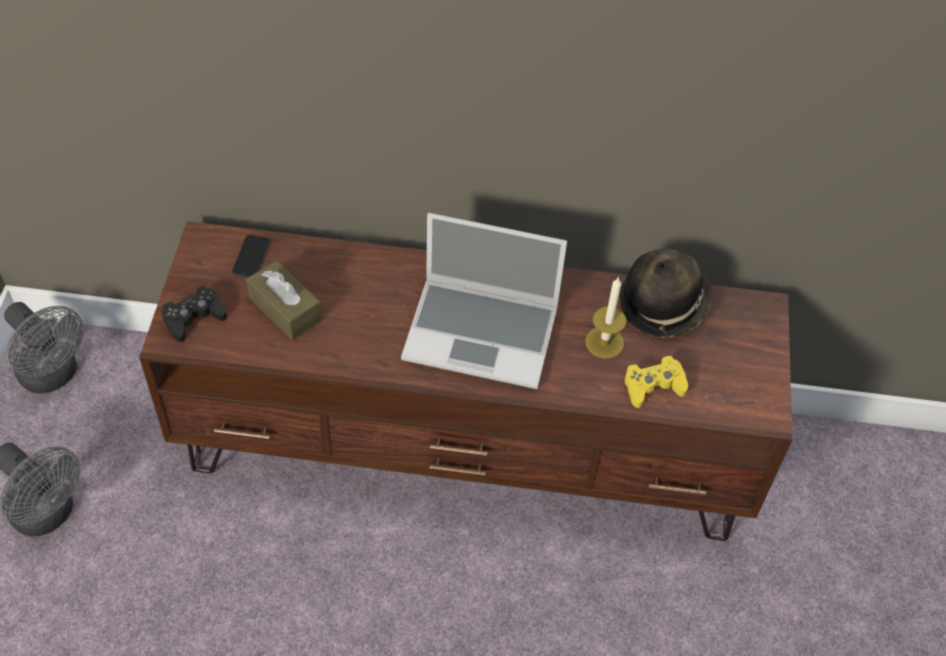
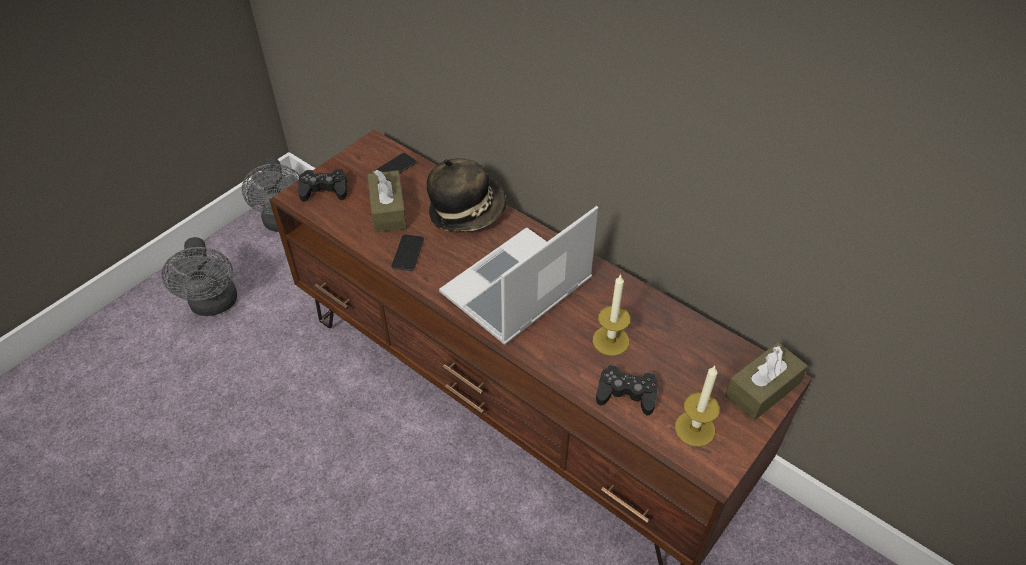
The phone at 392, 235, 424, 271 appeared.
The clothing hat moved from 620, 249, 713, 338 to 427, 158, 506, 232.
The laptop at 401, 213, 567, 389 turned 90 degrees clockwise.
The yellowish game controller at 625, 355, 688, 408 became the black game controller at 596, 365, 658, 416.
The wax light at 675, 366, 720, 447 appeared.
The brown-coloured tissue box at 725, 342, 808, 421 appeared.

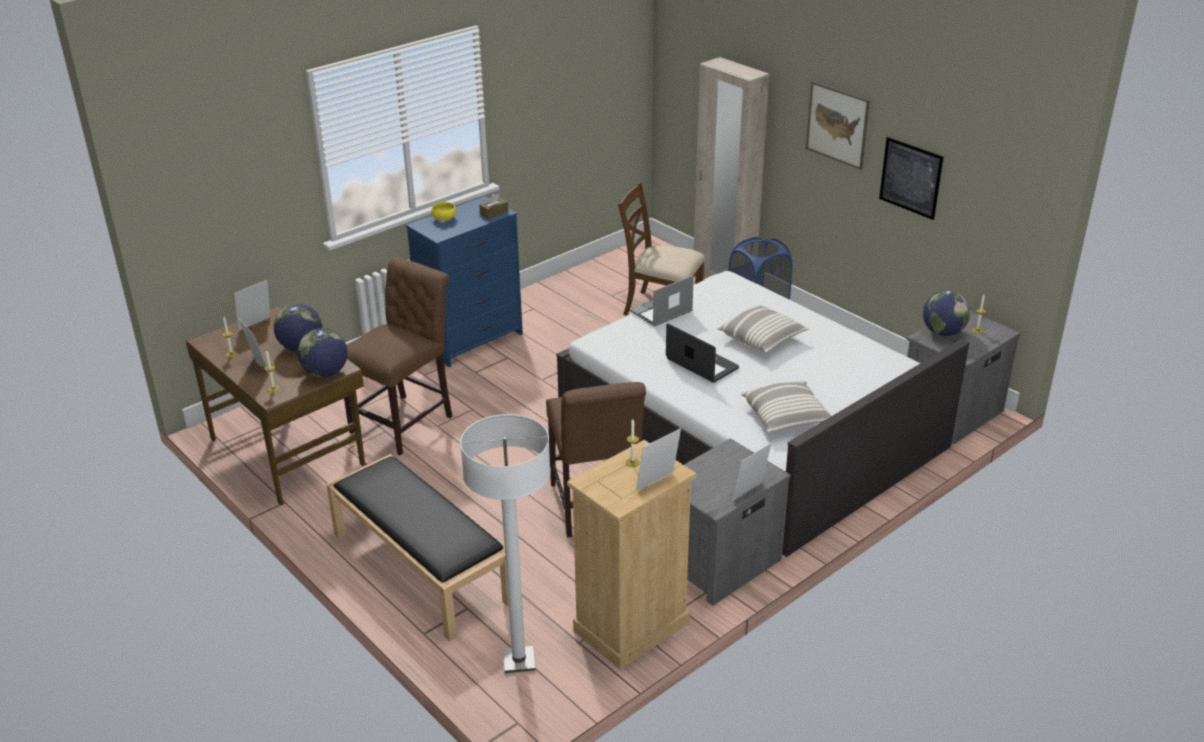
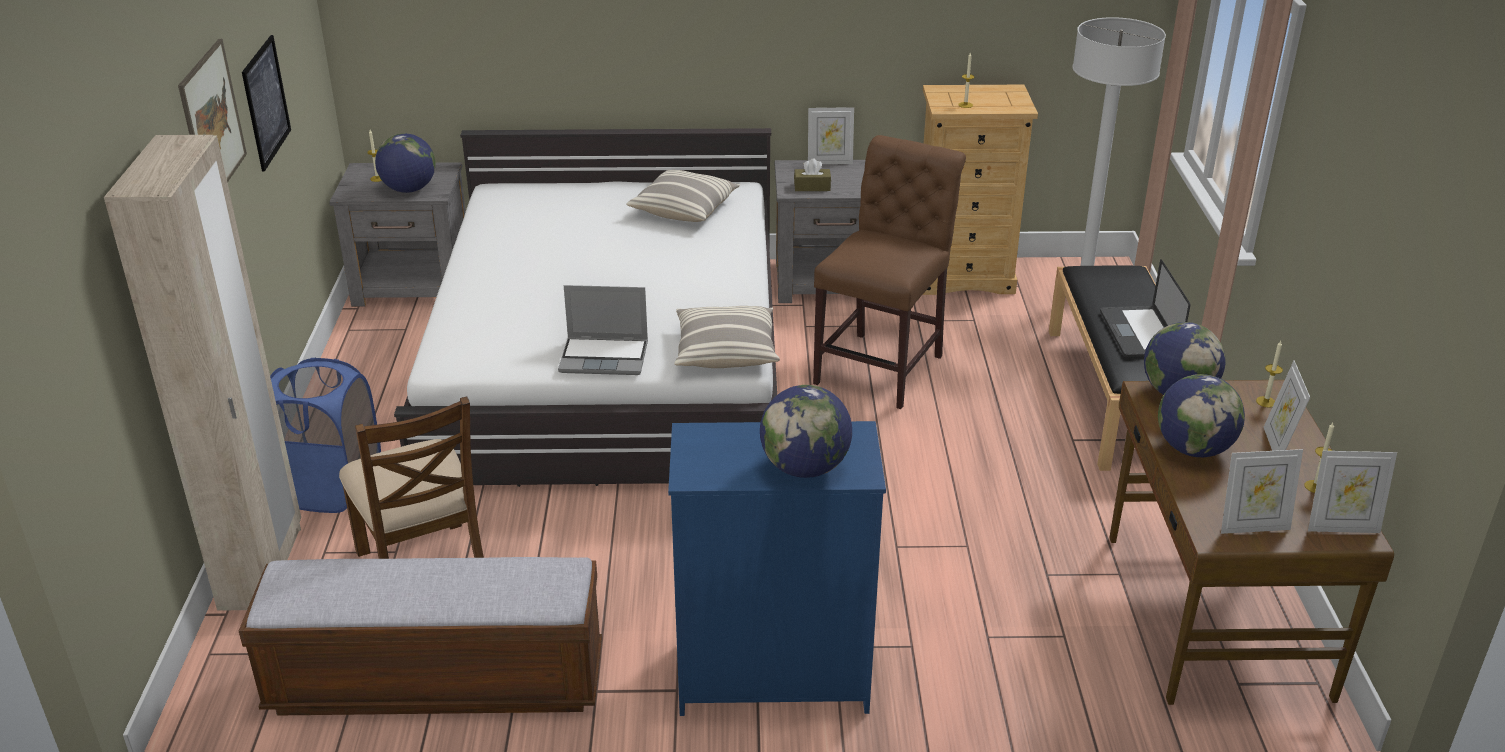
The indoor bench at 239, 557, 602, 716 appeared.
The throw pillow moved from 717, 305, 809, 352 to 674, 306, 780, 368.
The yellowish deep dish at 431, 202, 456, 221 was replaced by the globe at 760, 385, 852, 478.
The brown-coloured tissue box moved from 479, 194, 508, 219 to 794, 159, 831, 191.
The laptop moved from 666, 323, 739, 383 to 1100, 259, 1190, 358.
The photo frame moved from 636, 428, 681, 491 to 1308, 451, 1397, 533.
The brown-coloured chair at 344, 257, 453, 455 disappeared.

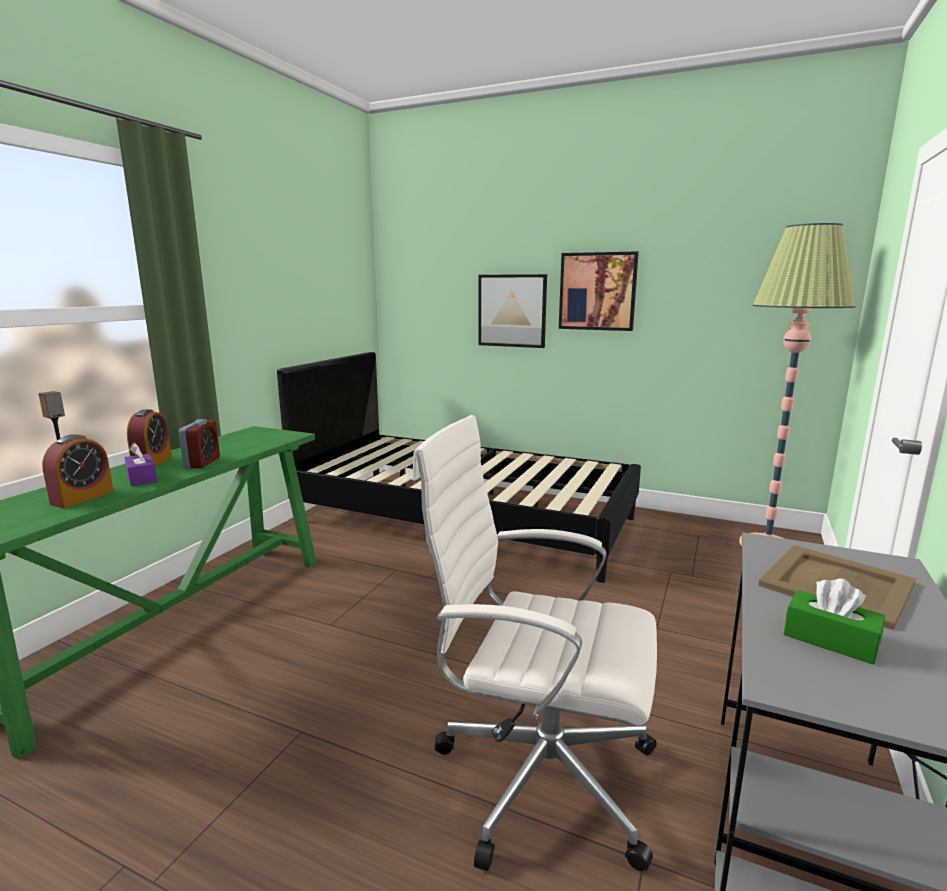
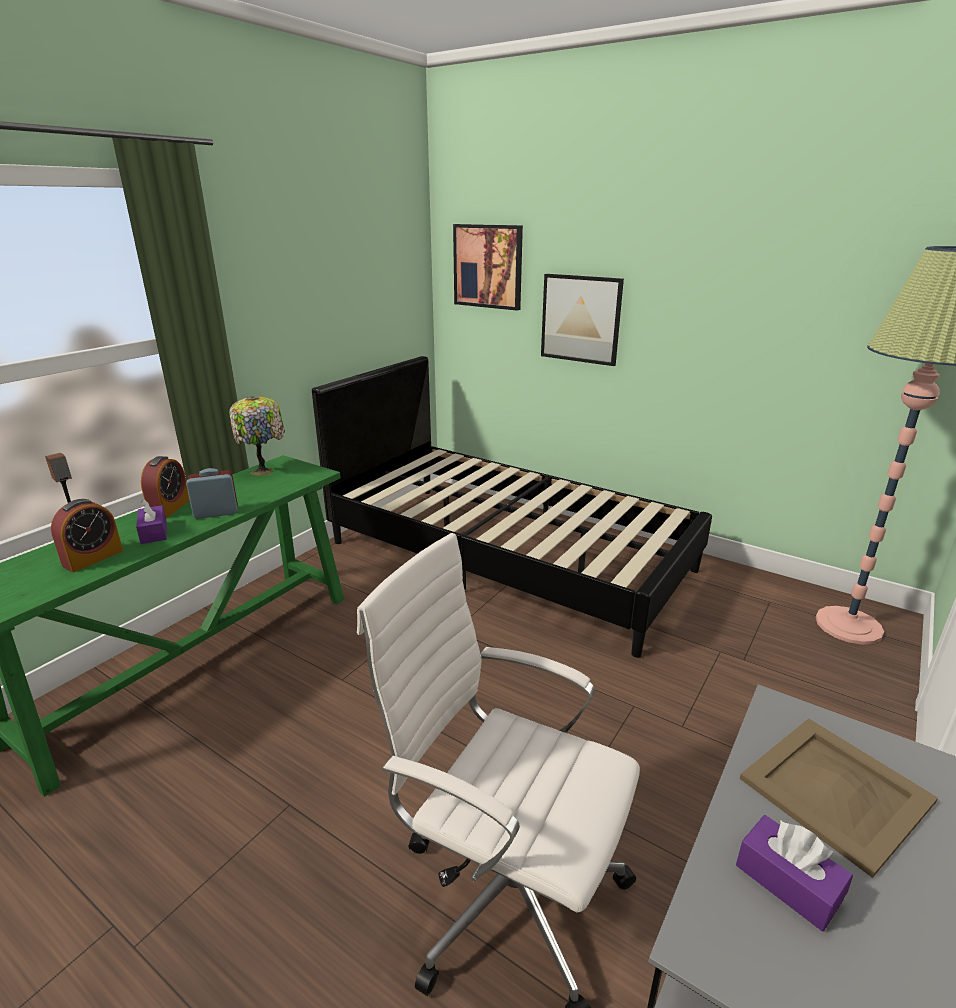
The table clock at 179, 419, 220, 468 turned 120 degrees counterclockwise.
The tabletop lamp at 229, 396, 285, 476 appeared.
The wall picture moved from 559, 251, 639, 331 to 453, 224, 523, 311.
The green-coloured tissue box at 784, 578, 885, 664 became the purple-coloured tissue box at 736, 815, 853, 932.

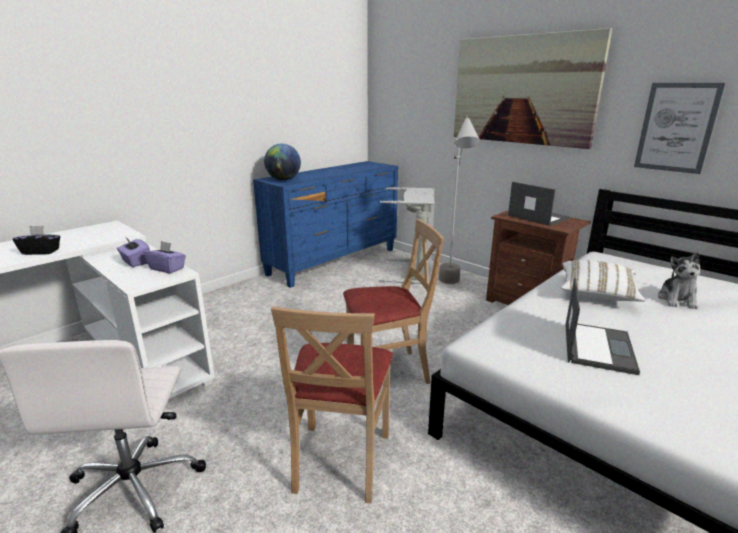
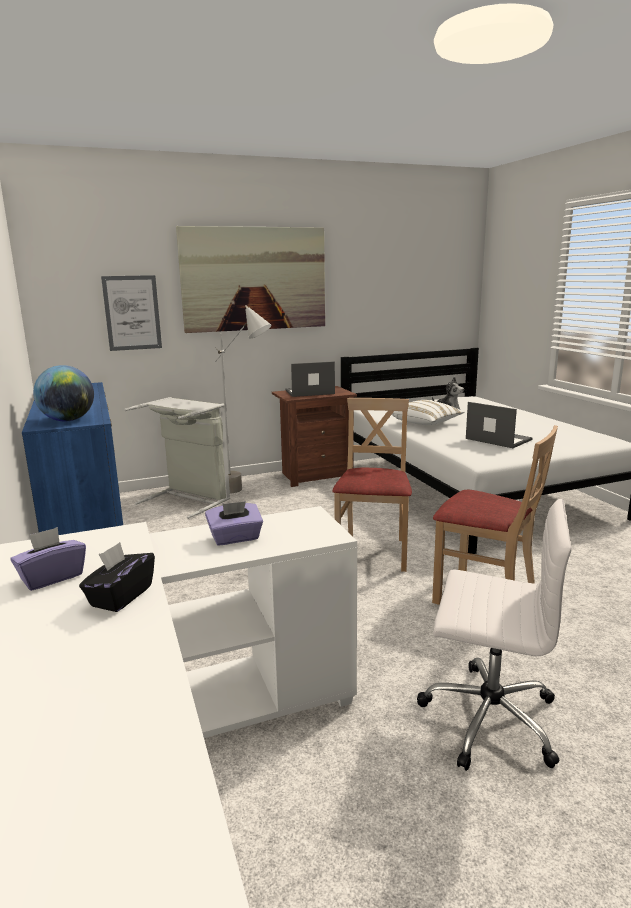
The purple-coloured tissue box moved from 143, 241, 186, 273 to 10, 527, 86, 591.
The wall picture moved from 634, 83, 725, 174 to 101, 275, 162, 351.

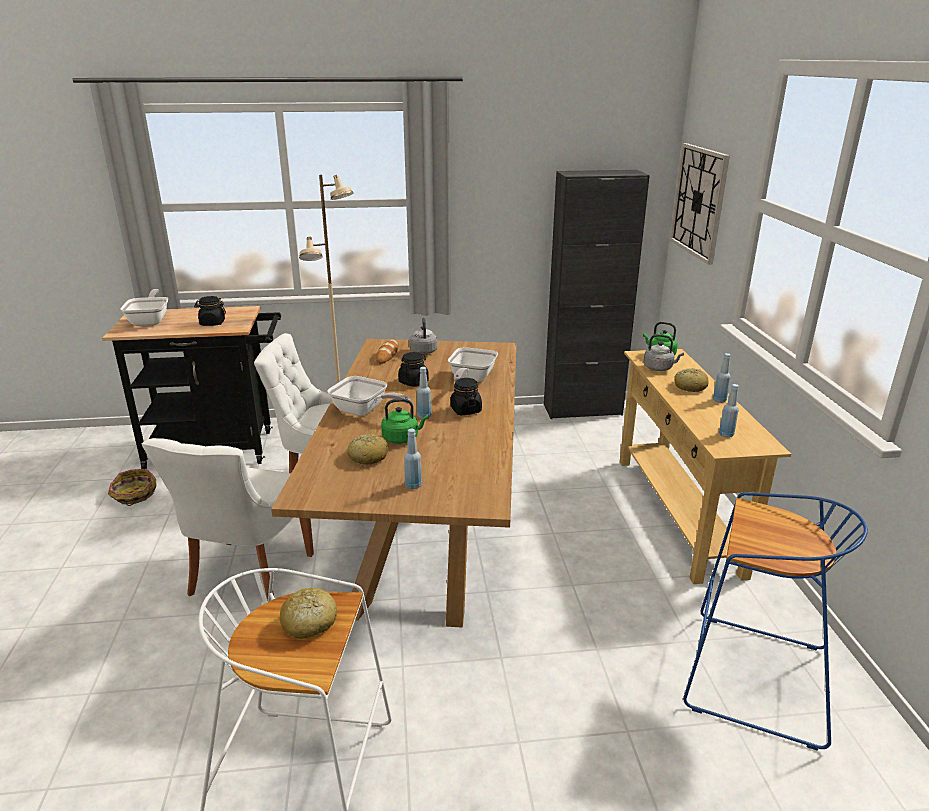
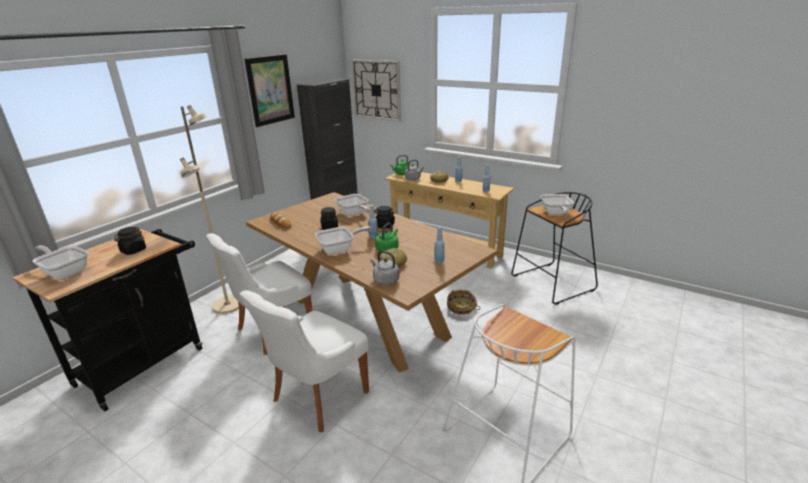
The whitish chair at 142, 438, 314, 601 turned 75 degrees clockwise.
The wall picture at 244, 54, 295, 127 appeared.
The gray water kettle moved from 409, 317, 437, 354 to 370, 251, 400, 285.
The household basket moved from 108, 469, 156, 506 to 447, 290, 481, 315.
The blue-coloured sitting stool at 683, 492, 868, 751 became the black sitting stool at 511, 192, 598, 305.
The frying pan at 541, 194, 574, 215 appeared.
The bread at 280, 588, 337, 639 disappeared.

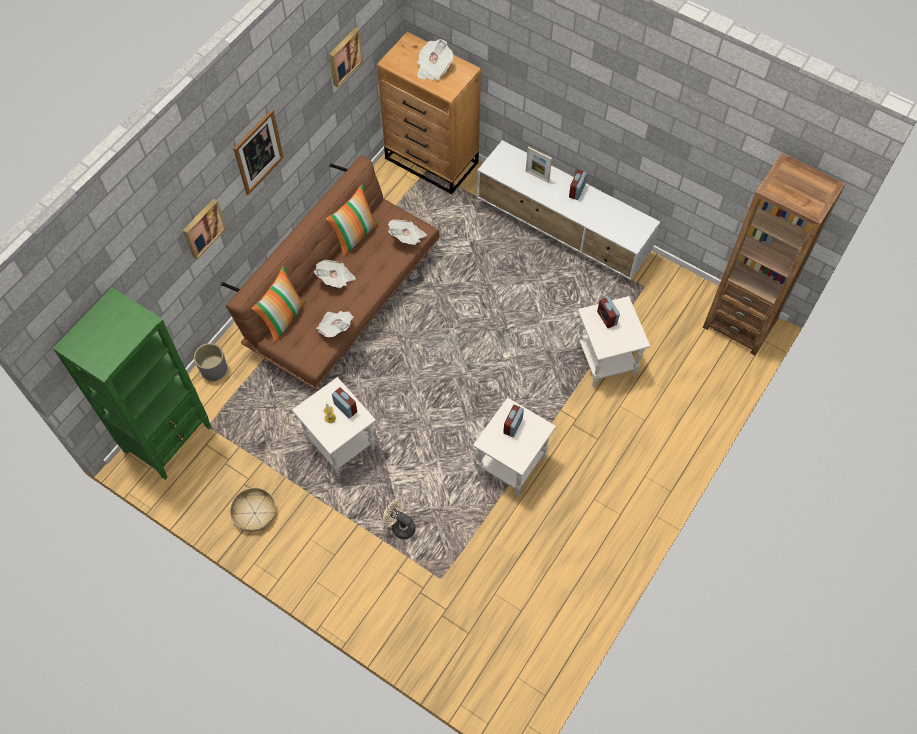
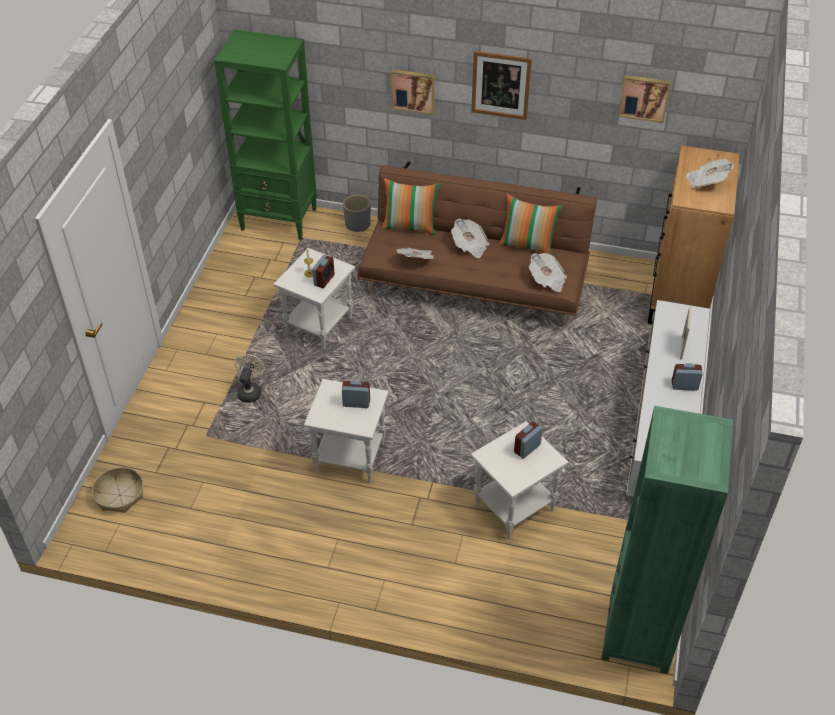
The household basket moved from 230, 488, 276, 532 to 92, 467, 143, 513.
The brown-coloured bookshelf at 703, 153, 845, 355 became the green-coloured bookshelf at 601, 406, 733, 674.

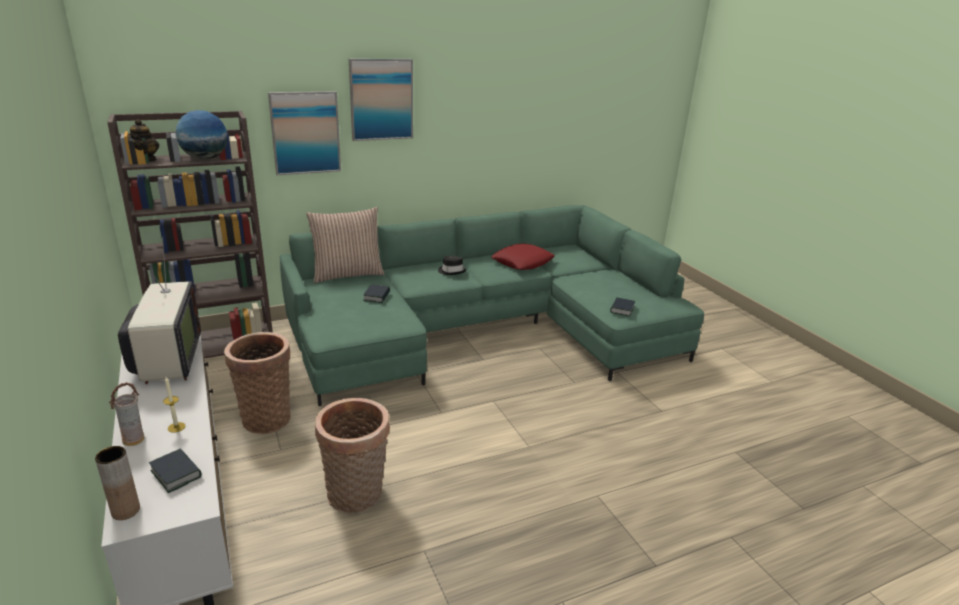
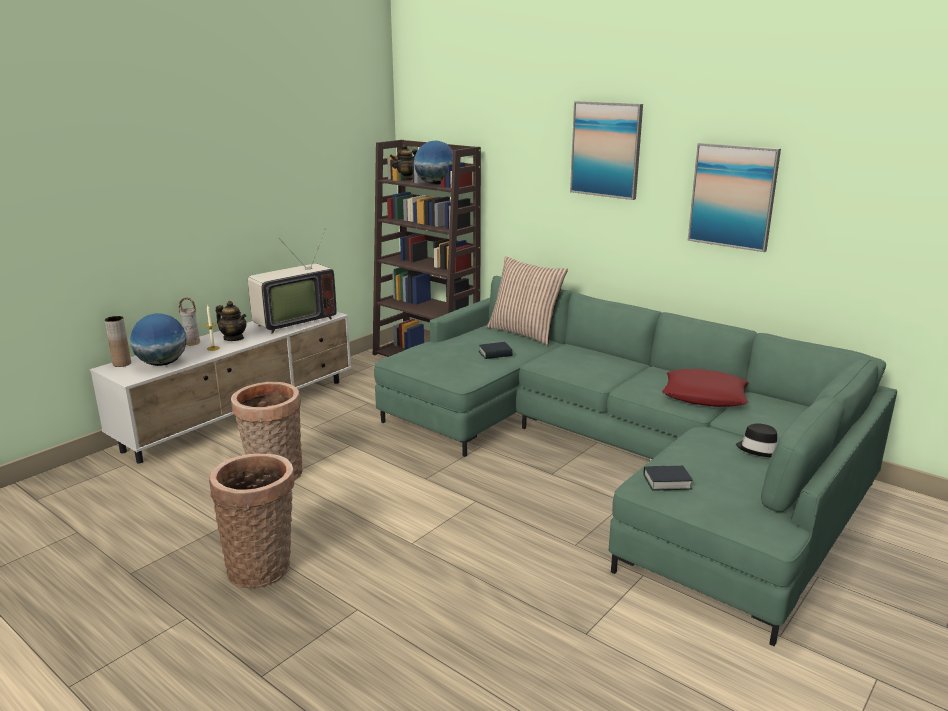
The bound book at 149, 448, 201, 493 was replaced by the globe at 130, 313, 187, 366.
The household basket moved from 224, 332, 291, 434 to 209, 454, 295, 588.
The tea pot at 216, 301, 246, 341 appeared.
The wall picture moved from 268, 91, 341, 175 to 688, 143, 781, 252.
The black clothing hat moved from 438, 256, 467, 275 to 736, 423, 777, 457.

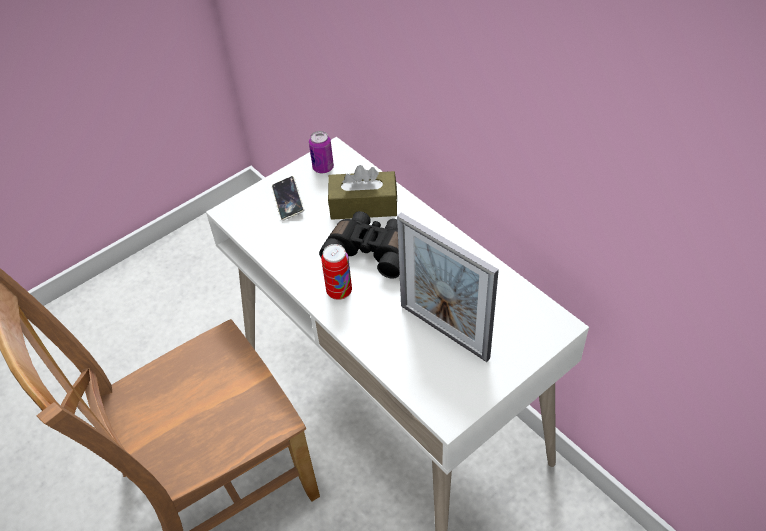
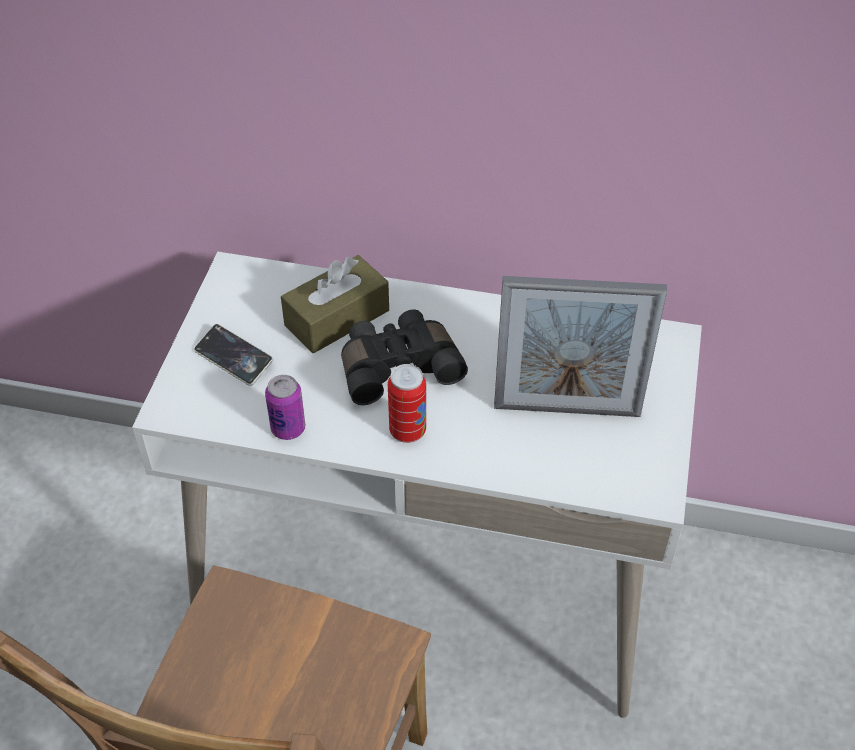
The can moved from 309, 131, 334, 173 to 265, 375, 305, 440.

